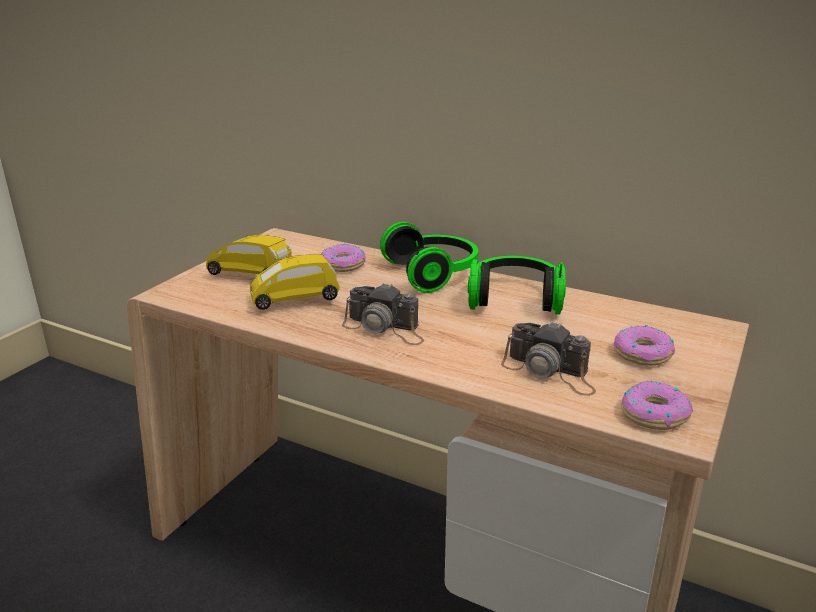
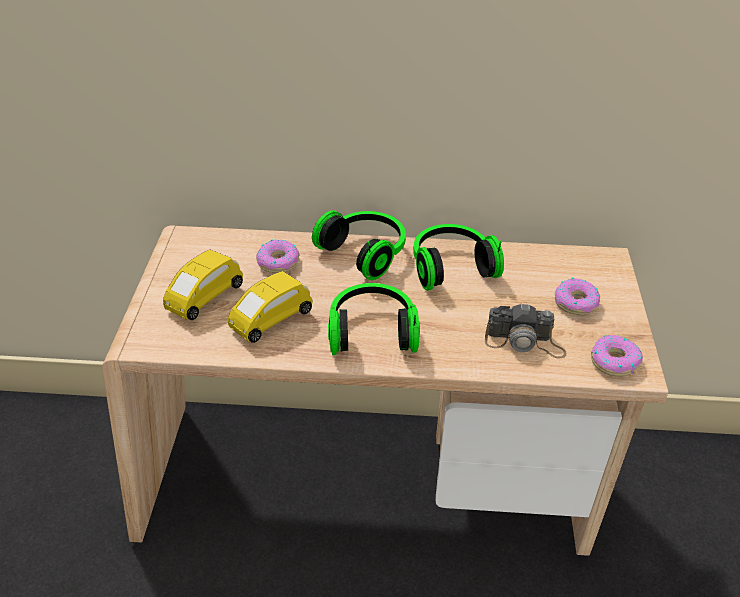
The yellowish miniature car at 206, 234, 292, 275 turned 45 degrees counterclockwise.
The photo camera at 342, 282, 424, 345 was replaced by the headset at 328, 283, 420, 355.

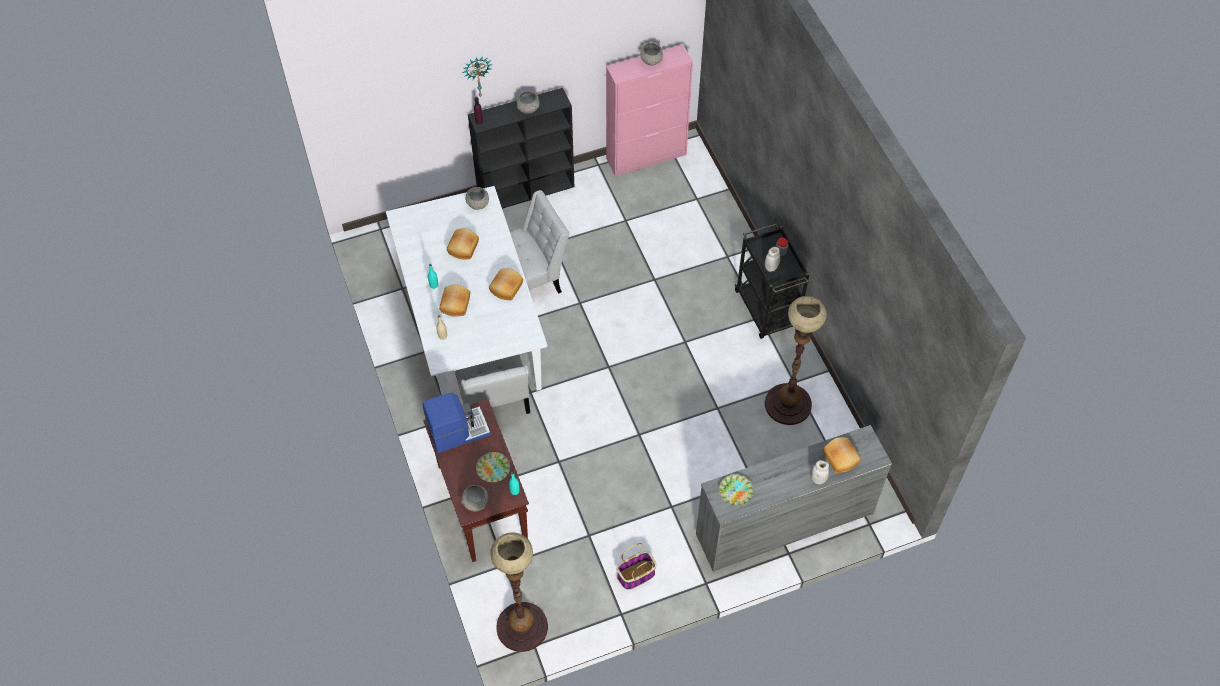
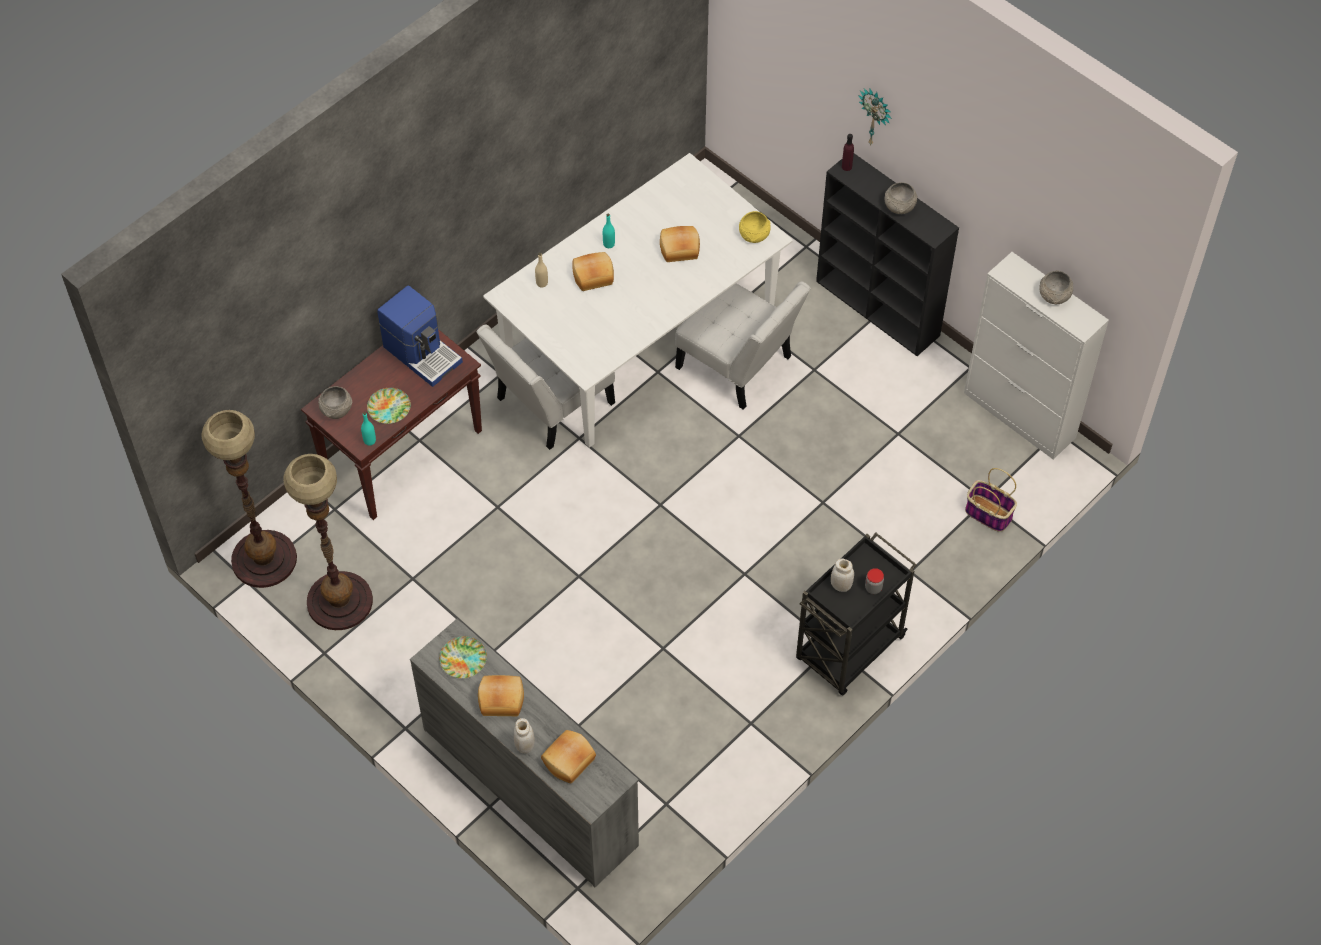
The floor lamp moved from 765, 296, 827, 425 to 283, 454, 373, 630.
The bread moved from 489, 268, 523, 300 to 478, 675, 524, 716.
The gray deep dish at 465, 187, 489, 210 became the yellowish deep dish at 739, 211, 771, 243.
The pinkish cupboard at 606, 44, 693, 176 became the whitish cupboard at 964, 252, 1109, 460.
The household basket moved from 616, 543, 657, 590 to 965, 468, 1017, 532.

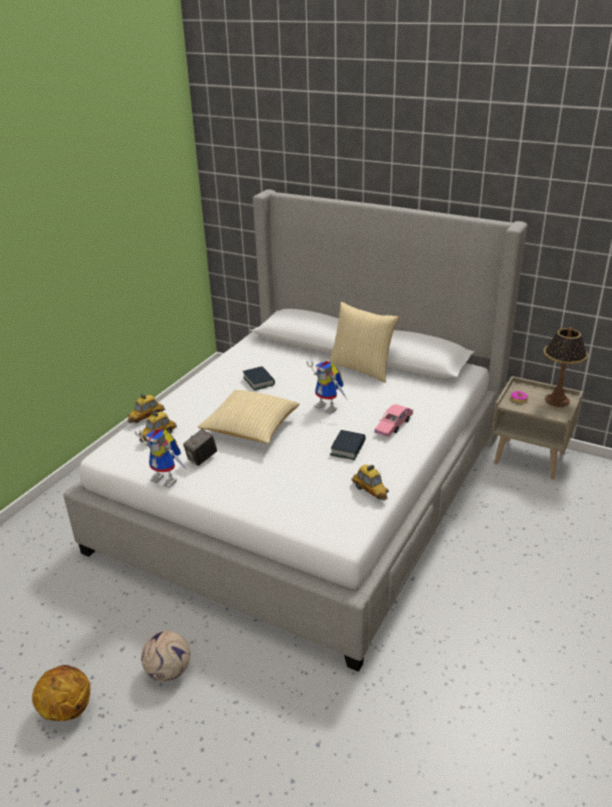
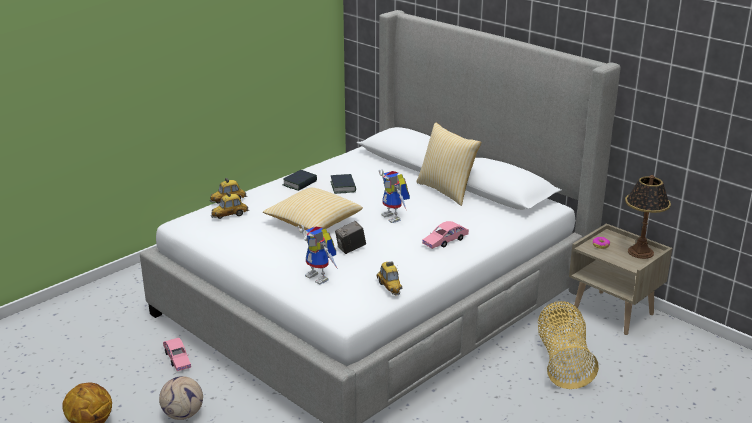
The pinkish miniature car at 163, 338, 191, 371 appeared.
The bound book moved from 330, 430, 366, 460 to 283, 170, 317, 191.
The toy robot moved from 134, 429, 188, 488 to 298, 225, 337, 285.
The photo camera moved from 183, 429, 217, 466 to 335, 221, 366, 254.
The household basket at 538, 301, 599, 389 appeared.

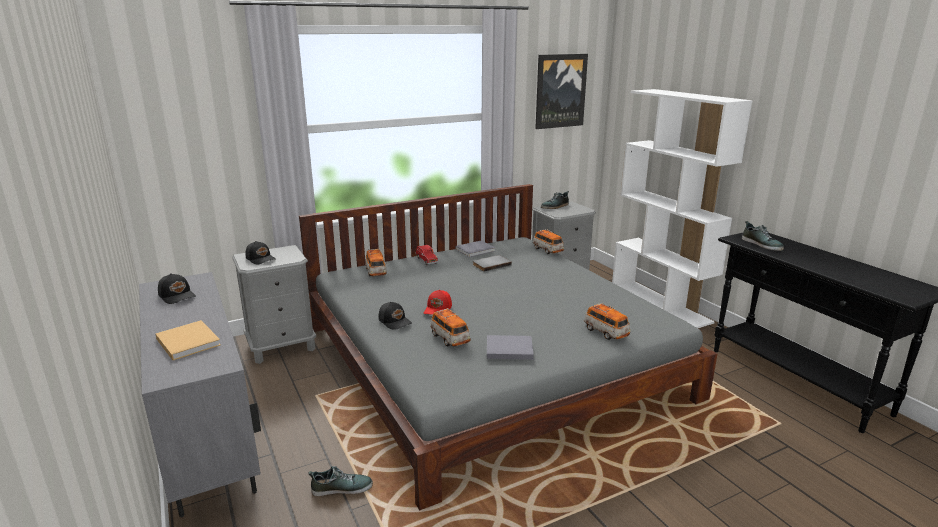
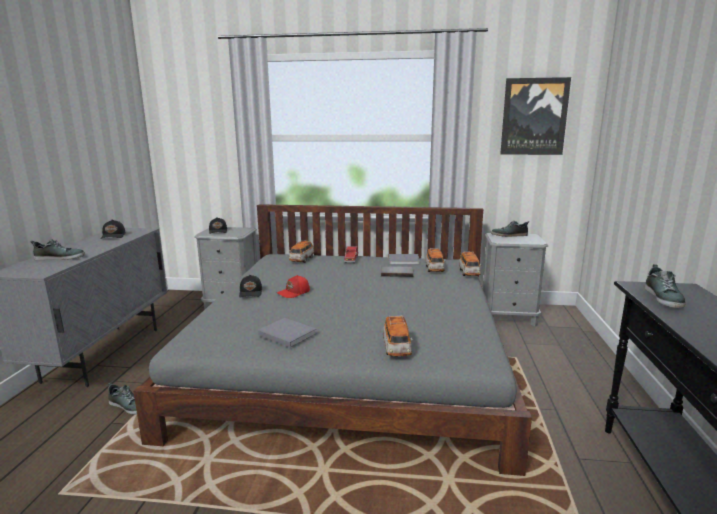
The beige-coloured bound book at 156, 320, 221, 360 was replaced by the shoe at 30, 239, 85, 260.
The miniature car moved from 430, 308, 471, 346 to 425, 248, 446, 272.
The whitish bookshelf at 612, 89, 753, 328 disappeared.

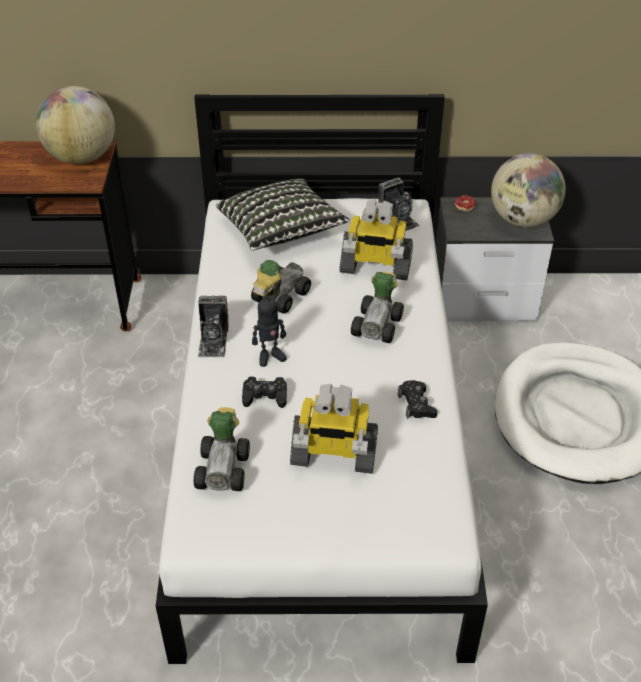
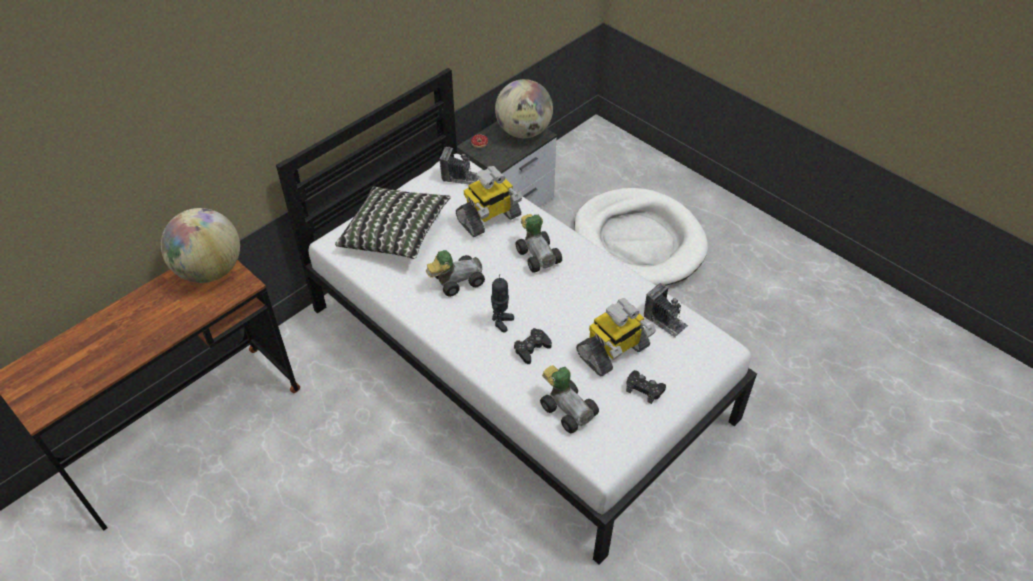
The miniature car at 251, 260, 311, 314 turned 75 degrees clockwise.
The black game controller moved from 398, 380, 437, 419 to 626, 370, 666, 404.
The photo camera moved from 198, 296, 228, 357 to 644, 283, 688, 338.

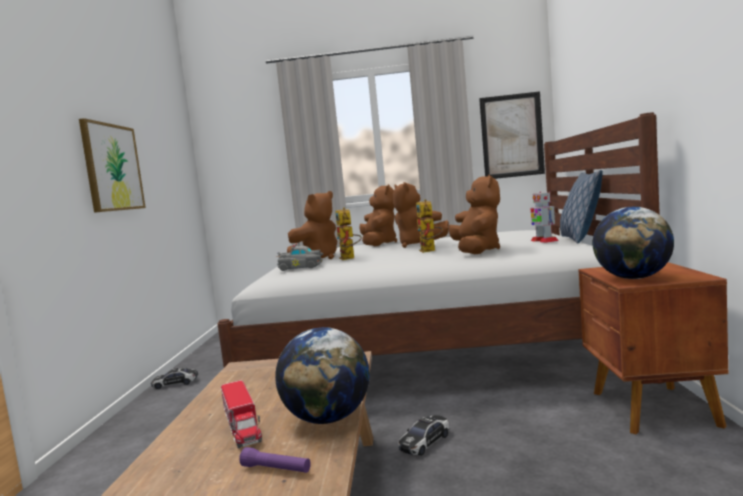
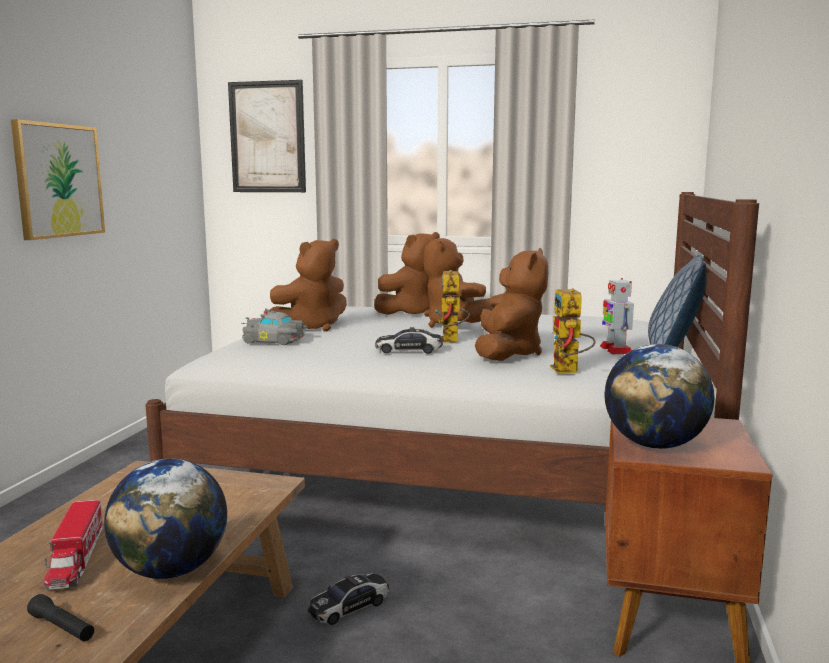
The purple-coloured torch at 239, 447, 311, 473 became the black torch at 27, 594, 94, 642.
The wall picture moved from 479, 91, 545, 179 to 228, 80, 306, 192.
The brown-coloured plush toy at 360, 184, 397, 246 turned 45 degrees clockwise.
The miniature car moved from 151, 368, 198, 389 to 375, 327, 443, 354.
The toy robot moved from 335, 207, 362, 260 to 550, 288, 595, 374.

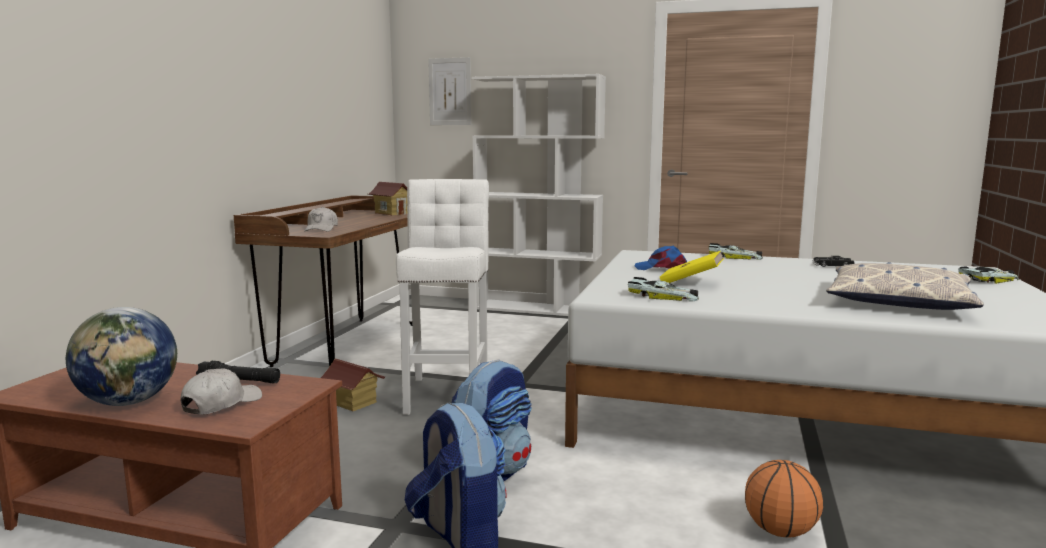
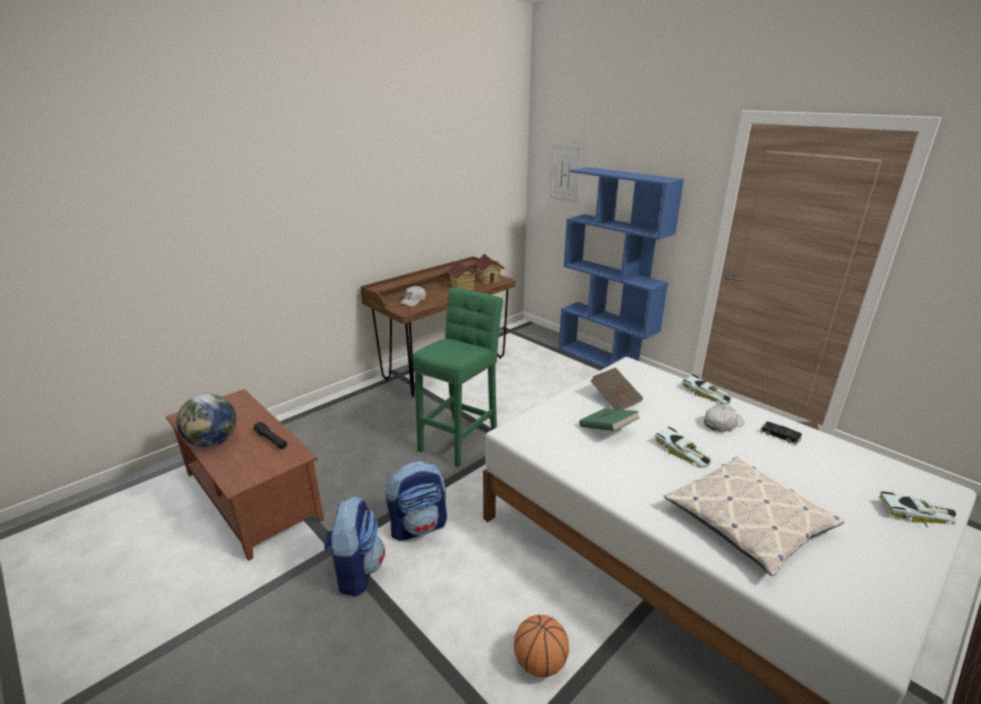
The whitish sitting stool at 396, 179, 489, 415 became the green-coloured sitting stool at 412, 287, 503, 467.
The toy house moved from 320, 359, 385, 411 to 445, 260, 479, 290.
The whitish bookshelf at 472, 74, 606, 316 became the blue-coloured bookshelf at 559, 167, 684, 368.
The yellowish bound book at 660, 251, 724, 283 became the green-coloured bound book at 579, 408, 639, 431.
The blue-coloured cap at 635, 246, 687, 270 was replaced by the brown-coloured bound book at 590, 367, 643, 410.
The miniature car moved from 628, 277, 699, 301 to 656, 426, 711, 468.
The whitish cap moved from 180, 369, 262, 415 to 704, 404, 745, 432.

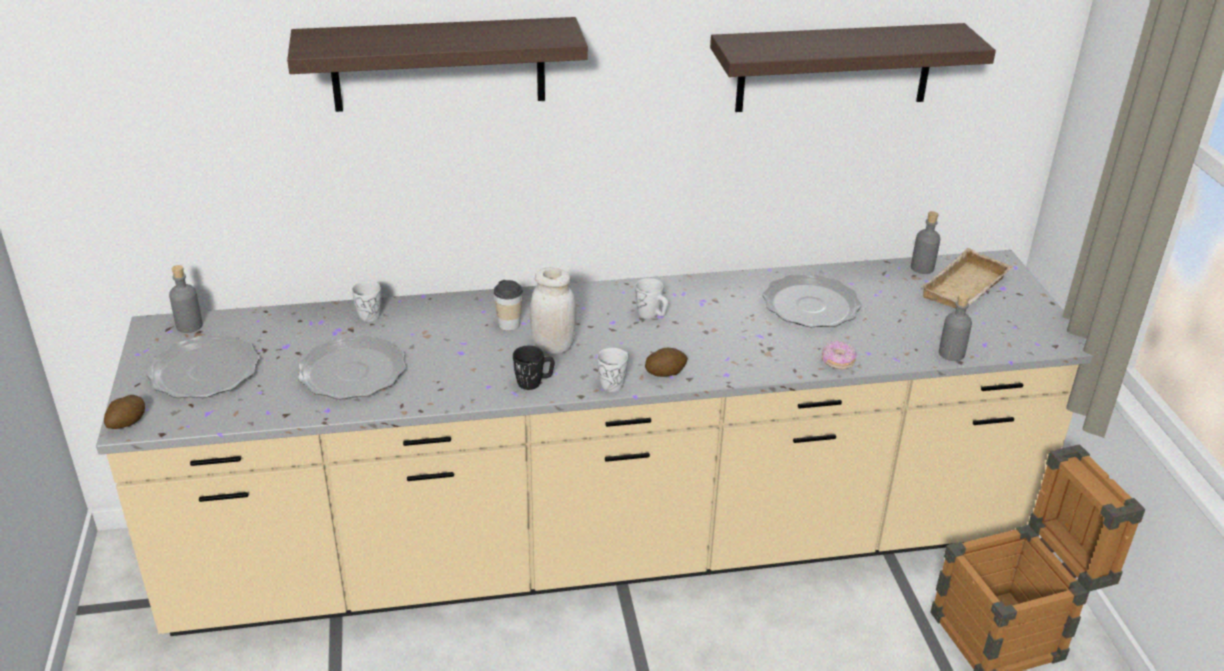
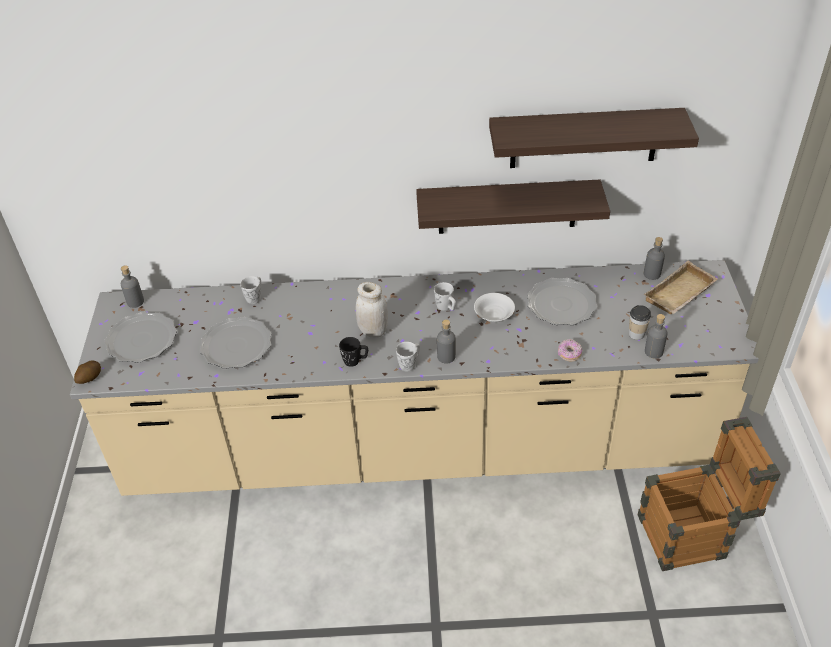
The shelf moved from 287, 17, 588, 112 to 416, 180, 610, 234.
The potato at 645, 348, 688, 377 was replaced by the gray bottle at 437, 320, 456, 364.
The whitish deep dish at 474, 293, 515, 322 appeared.
The cup moved from 494, 280, 523, 331 to 629, 305, 651, 340.

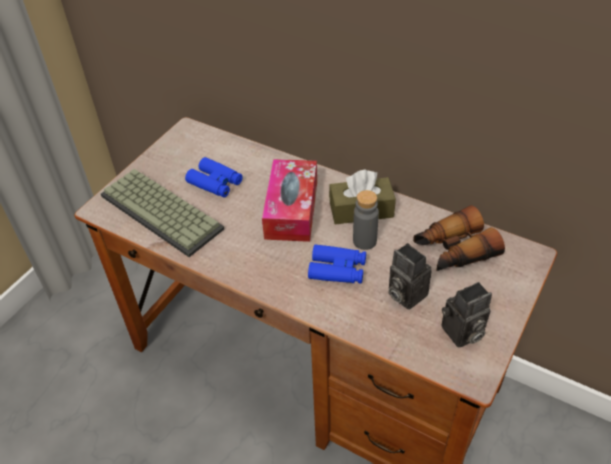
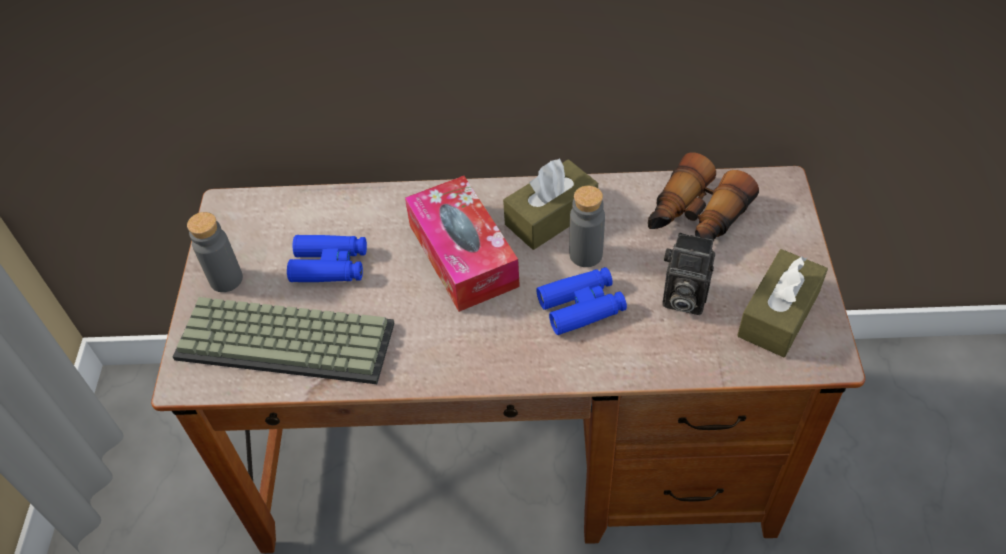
The gray bottle at 187, 212, 243, 292 appeared.
The photo camera at 441, 282, 492, 348 was replaced by the brown-coloured tissue box at 737, 249, 828, 357.

